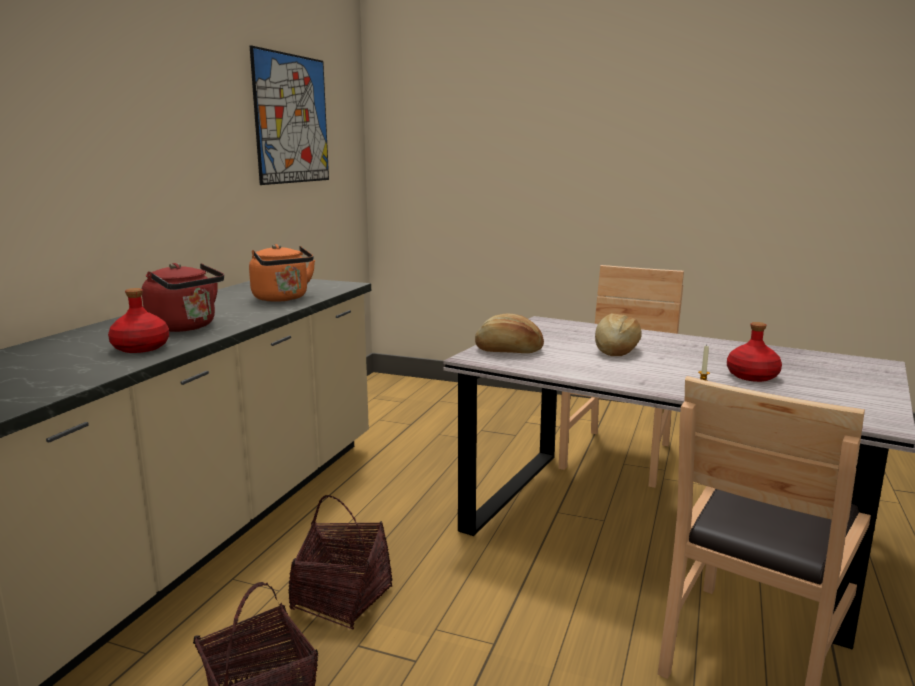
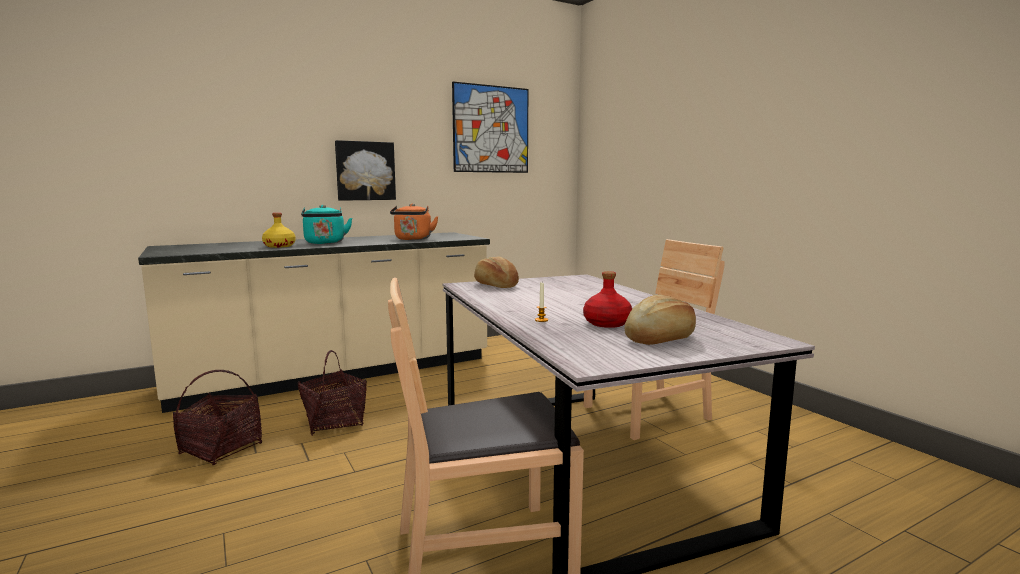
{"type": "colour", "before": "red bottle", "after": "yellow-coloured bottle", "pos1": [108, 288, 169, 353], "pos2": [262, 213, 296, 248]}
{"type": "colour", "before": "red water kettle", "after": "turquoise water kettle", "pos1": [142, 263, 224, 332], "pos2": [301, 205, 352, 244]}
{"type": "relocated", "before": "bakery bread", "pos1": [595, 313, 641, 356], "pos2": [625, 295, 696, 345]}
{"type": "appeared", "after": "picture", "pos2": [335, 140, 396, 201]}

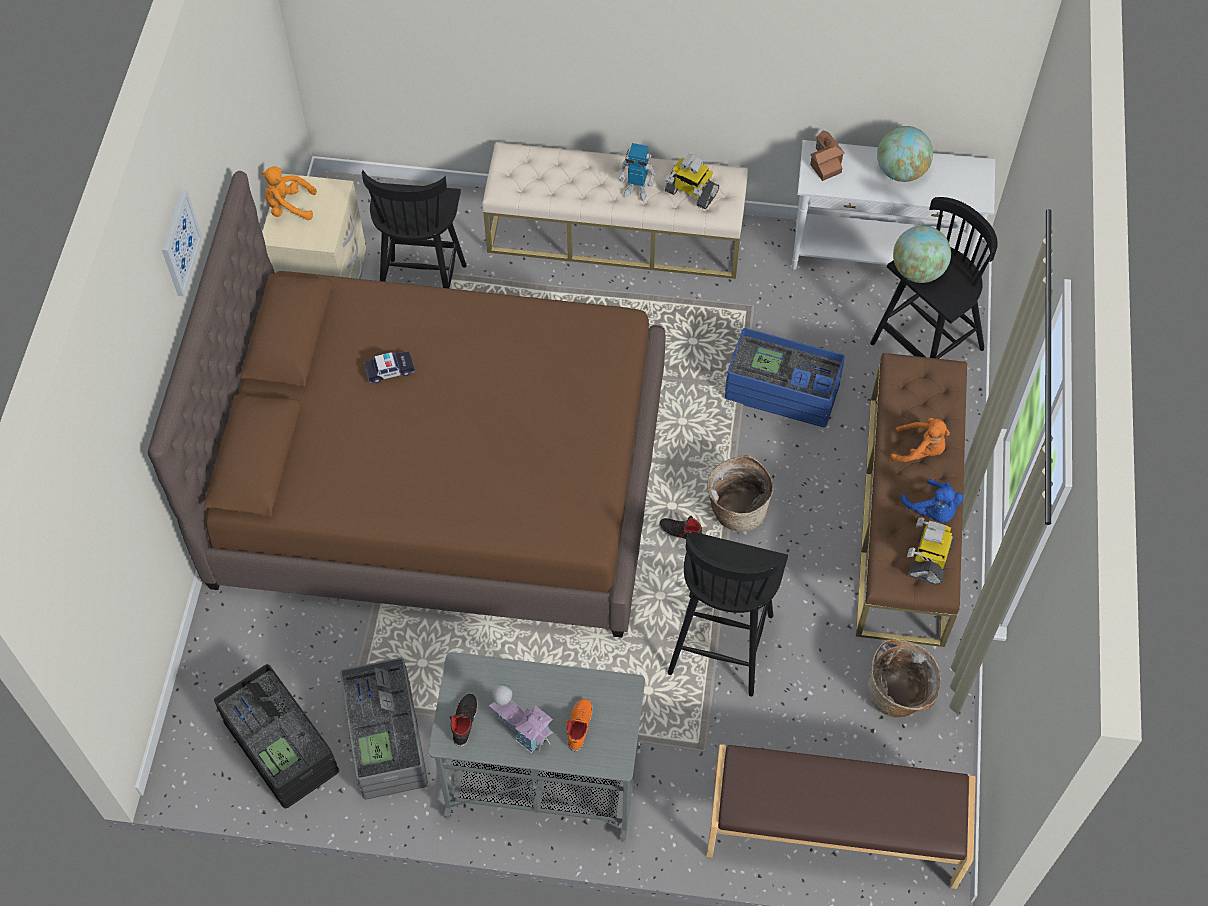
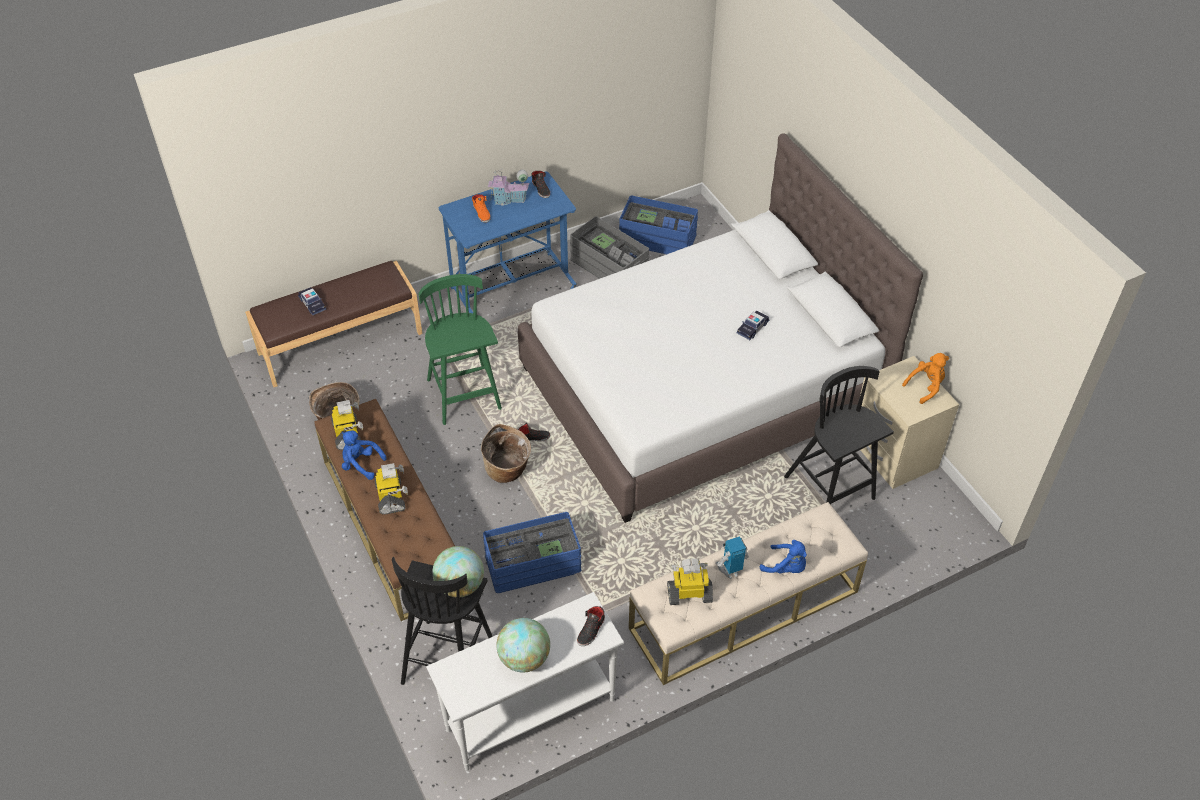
{"type": "colour", "before": "brownish sleeping bed", "after": "white sleeping bed", "pos1": [148, 171, 666, 638], "pos2": [518, 133, 923, 523]}
{"type": "missing", "before": "picture", "pos1": [162, 189, 202, 296]}
{"type": "colour", "before": "blackish storage container", "after": "blue storage container", "pos1": [214, 664, 339, 808], "pos2": [619, 195, 698, 254]}
{"type": "colour", "before": "grey desk table", "after": "blue desk table", "pos1": [428, 652, 645, 842], "pos2": [439, 171, 577, 313]}
{"type": "colour", "before": "blackish sitting stool", "after": "green sitting stool", "pos1": [668, 531, 788, 697], "pos2": [418, 274, 502, 425]}
{"type": "exchanged", "before": "miniature house", "after": "blackish item of footwear", "pos1": [810, 130, 845, 181], "pos2": [577, 606, 605, 646]}
{"type": "exchanged", "before": "orange-coloured cuddly toy", "after": "robot figure", "pos1": [890, 418, 950, 462], "pos2": [374, 463, 408, 515]}
{"type": "appeared", "after": "miniature car", "pos2": [298, 287, 326, 315]}
{"type": "appeared", "after": "blue cuddly toy", "pos2": [760, 540, 807, 573]}

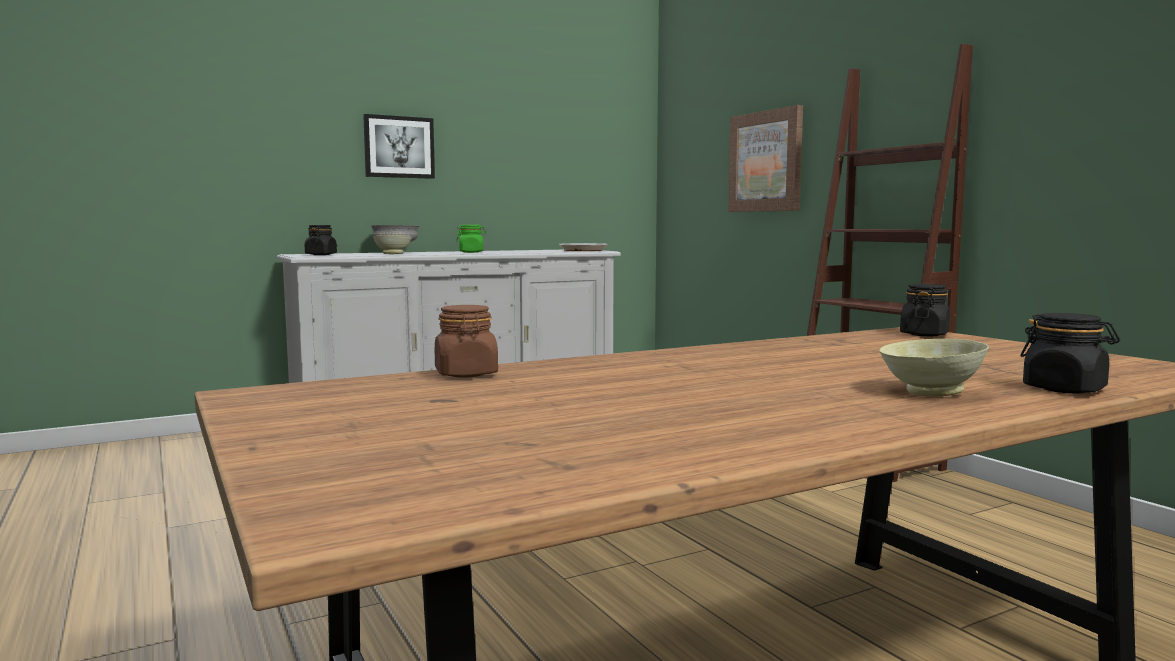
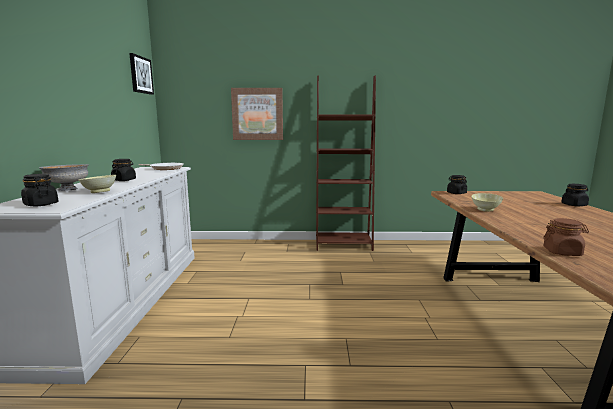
{"type": "relocated", "before": "picture", "pos1": [363, 114, 435, 179], "pos2": [129, 53, 154, 95]}
{"type": "colour", "before": "green jar", "after": "blackish jar", "pos1": [456, 225, 486, 253], "pos2": [111, 159, 136, 181]}
{"type": "relocated", "before": "beige-coloured deep dish", "pos1": [879, 339, 989, 396], "pos2": [471, 193, 503, 212]}

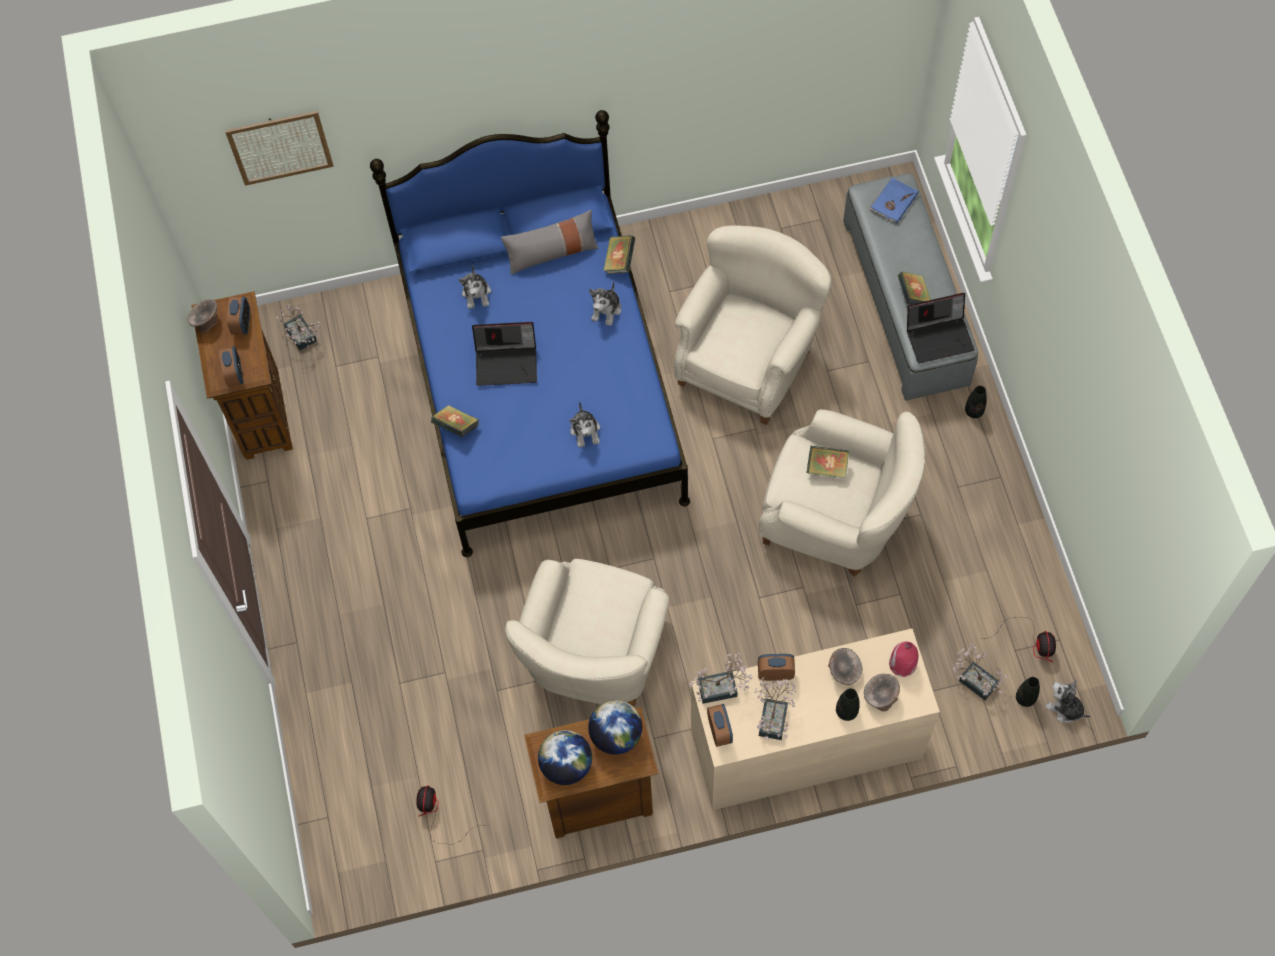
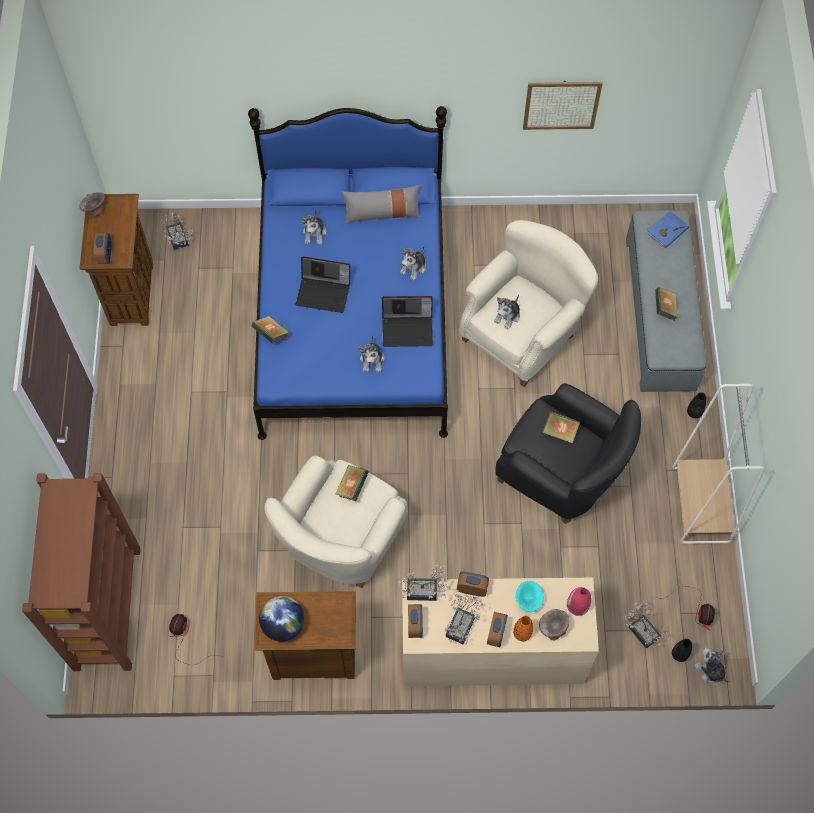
{"type": "relocated", "before": "picture", "pos1": [225, 111, 334, 186], "pos2": [523, 81, 602, 130]}
{"type": "relocated", "before": "alarm clock", "pos1": [227, 297, 250, 335], "pos2": [487, 612, 508, 647]}
{"type": "missing", "before": "world globe", "pos1": [588, 700, 642, 755]}
{"type": "relocated", "before": "book", "pos1": [604, 235, 635, 274], "pos2": [336, 465, 369, 501]}
{"type": "colour", "before": "beige-coloured lounge chair", "after": "blackish lounge chair", "pos1": [759, 409, 925, 577], "pos2": [495, 383, 641, 524]}
{"type": "colour", "before": "grey deep dish", "after": "turquoise deep dish", "pos1": [828, 648, 862, 685], "pos2": [516, 581, 544, 612]}
{"type": "colour", "before": "blackish decorative vase", "after": "orange-coloured decorative vase", "pos1": [836, 688, 860, 721], "pos2": [513, 616, 533, 641]}
{"type": "relocated", "before": "laptop", "pos1": [907, 293, 975, 363], "pos2": [382, 296, 433, 347]}
{"type": "appeared", "after": "brownish bookshelf", "pos2": [22, 473, 141, 671]}
{"type": "appeared", "after": "cuddly toy", "pos2": [494, 294, 520, 330]}
{"type": "appeared", "after": "garment rack", "pos2": [672, 384, 765, 544]}

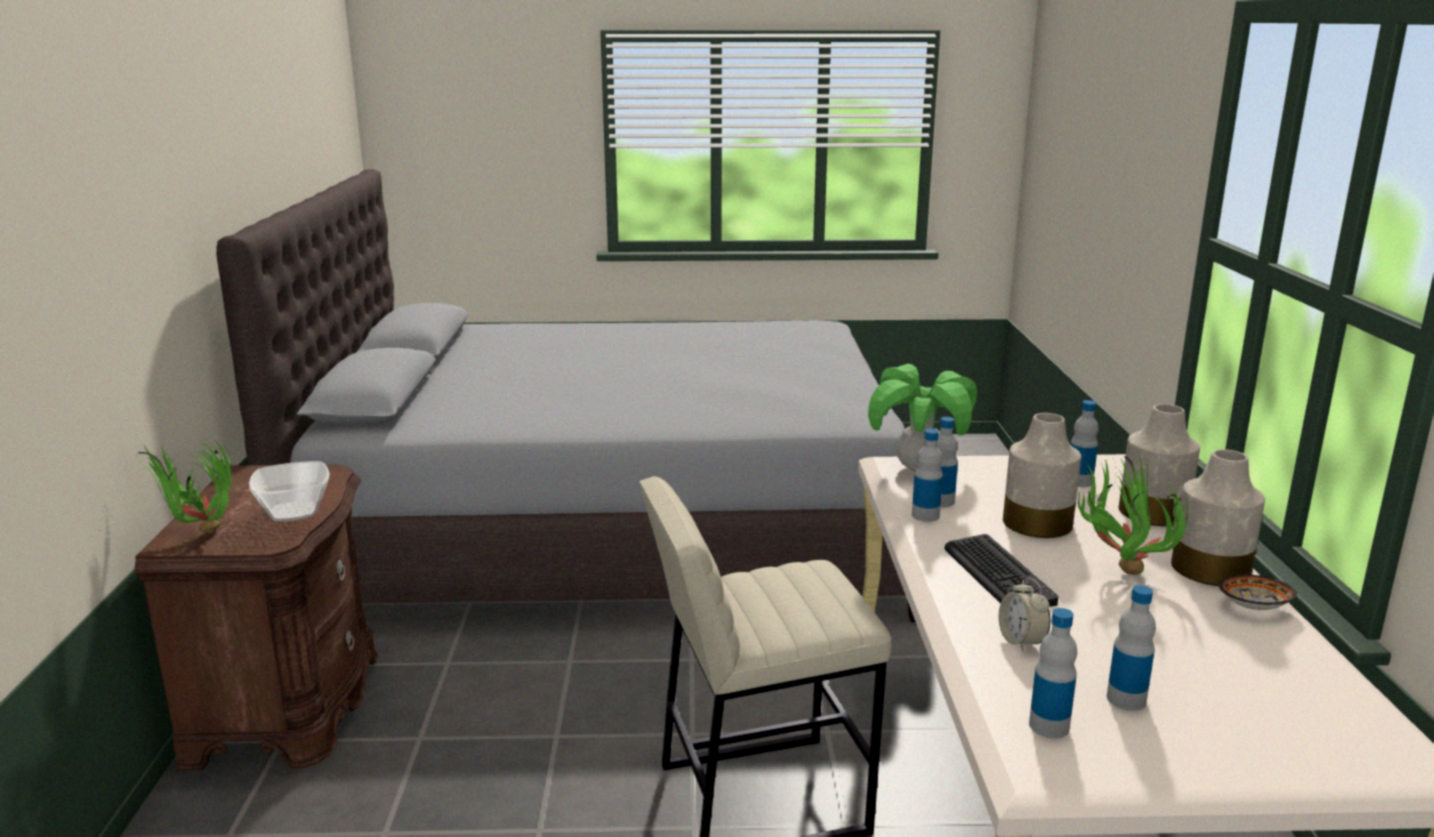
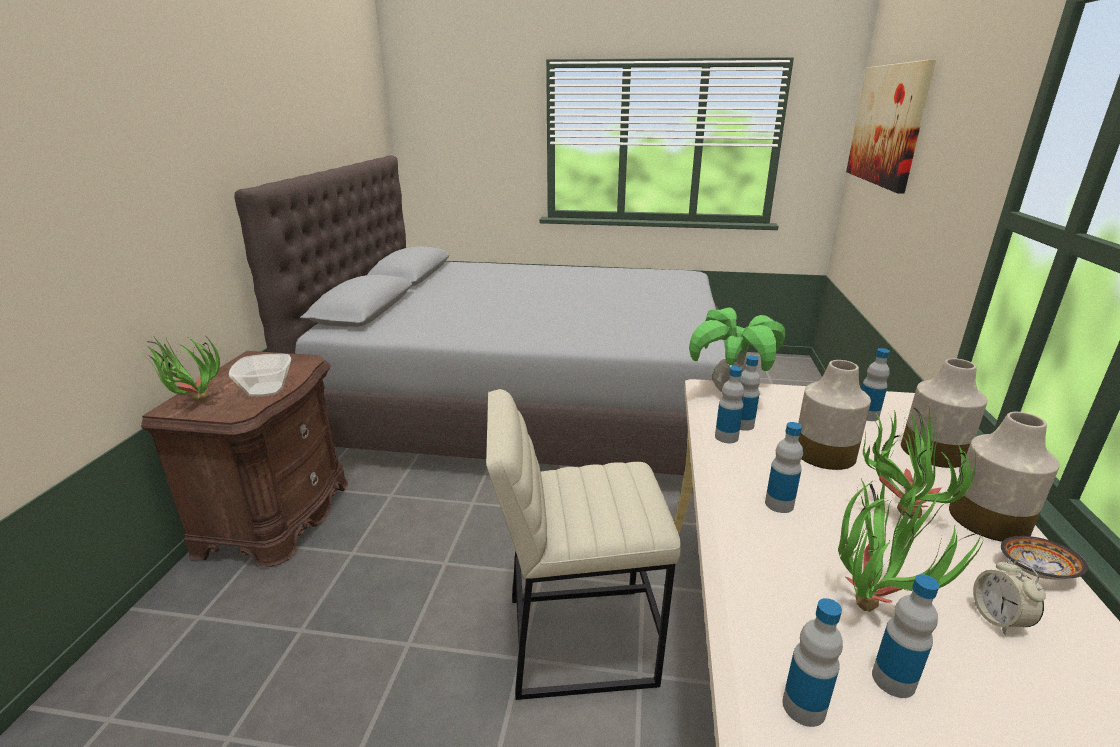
{"type": "exchanged", "before": "PC keyboard", "after": "bottle", "pos1": [944, 534, 1058, 607], "pos2": [765, 422, 803, 513]}
{"type": "relocated", "before": "alarm clock", "pos1": [999, 578, 1051, 652], "pos2": [973, 559, 1046, 635]}
{"type": "appeared", "after": "plant in a pot", "pos2": [838, 476, 983, 612]}
{"type": "appeared", "after": "picture", "pos2": [846, 60, 936, 194]}

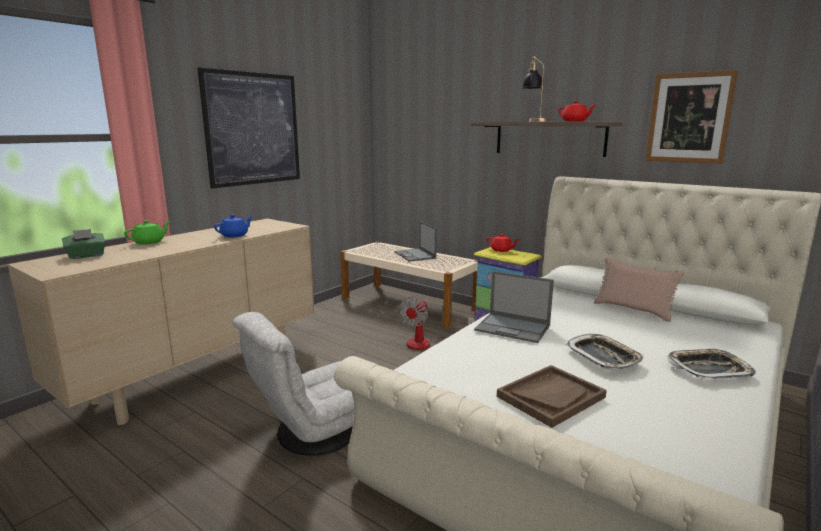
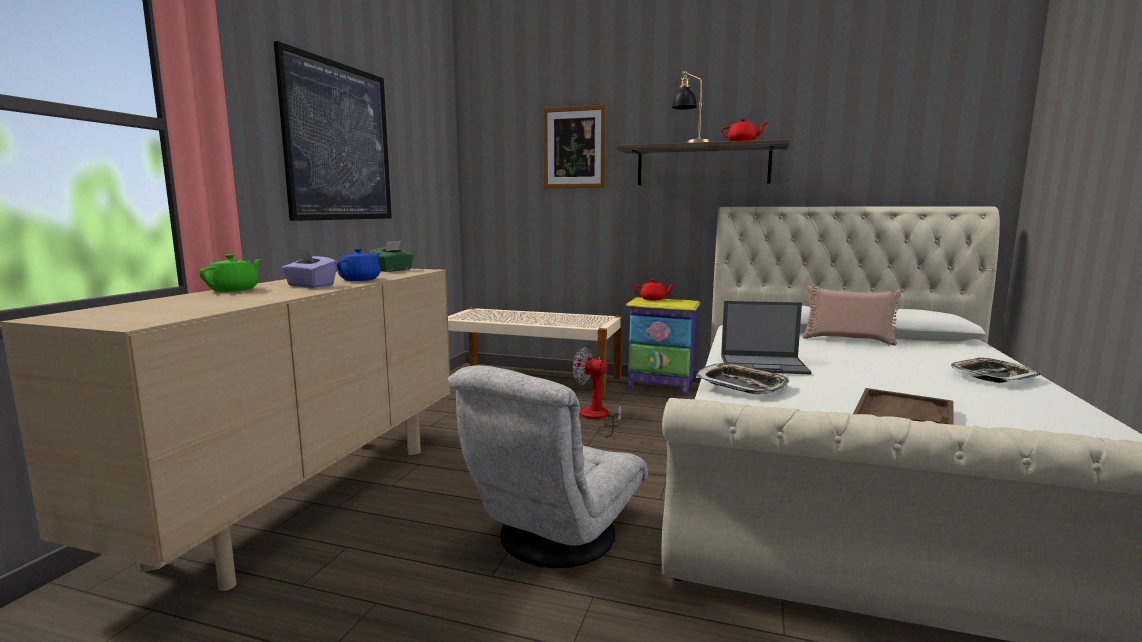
{"type": "relocated", "before": "green tissue box", "pos1": [62, 229, 105, 259], "pos2": [369, 241, 414, 272]}
{"type": "missing", "before": "laptop", "pos1": [394, 221, 437, 262]}
{"type": "spun", "before": "fan", "pos1": [400, 297, 475, 350], "pos2": [573, 348, 621, 437], "turn": 105}
{"type": "relocated", "before": "carrying tray", "pos1": [566, 334, 644, 371], "pos2": [696, 363, 789, 394]}
{"type": "relocated", "before": "picture", "pos1": [646, 70, 738, 164], "pos2": [543, 105, 606, 189]}
{"type": "appeared", "after": "purple tissue box", "pos2": [281, 249, 337, 288]}

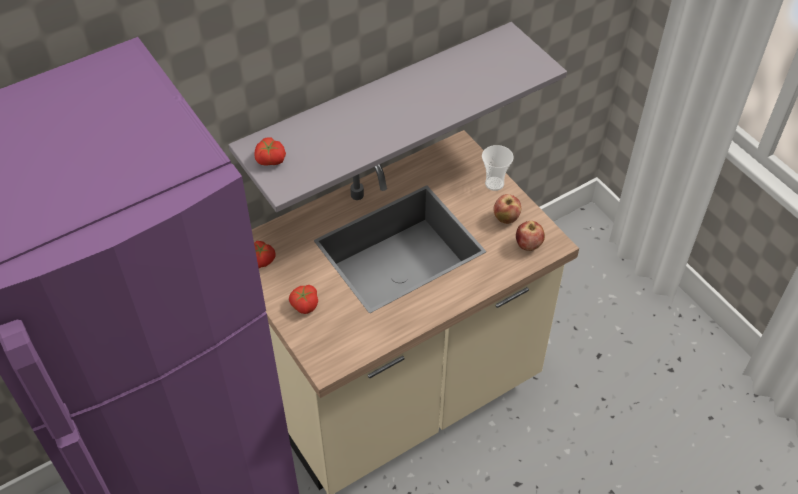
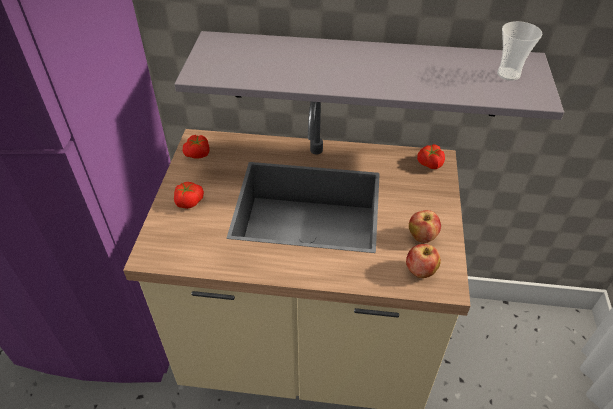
{"type": "relocated", "before": "tomato", "pos1": [254, 137, 286, 166], "pos2": [417, 144, 445, 169]}
{"type": "relocated", "before": "cup", "pos1": [482, 145, 514, 191], "pos2": [497, 21, 543, 81]}

